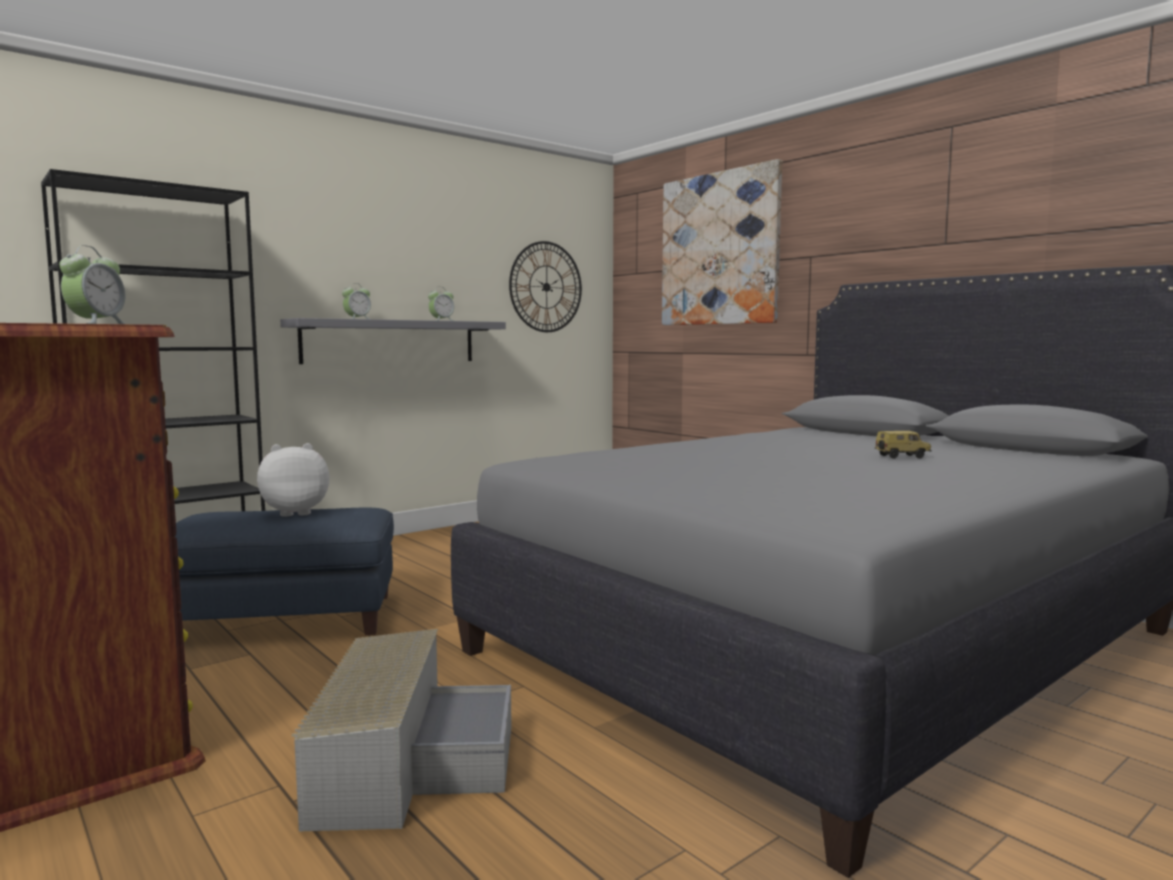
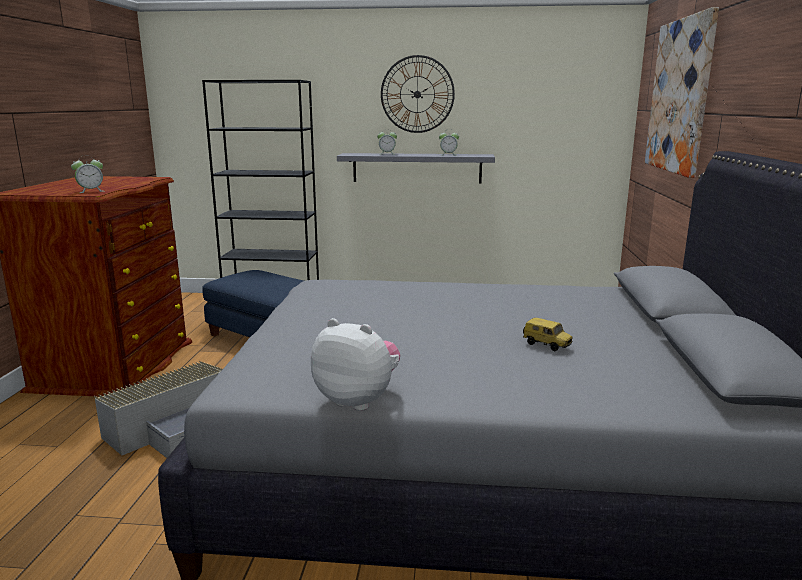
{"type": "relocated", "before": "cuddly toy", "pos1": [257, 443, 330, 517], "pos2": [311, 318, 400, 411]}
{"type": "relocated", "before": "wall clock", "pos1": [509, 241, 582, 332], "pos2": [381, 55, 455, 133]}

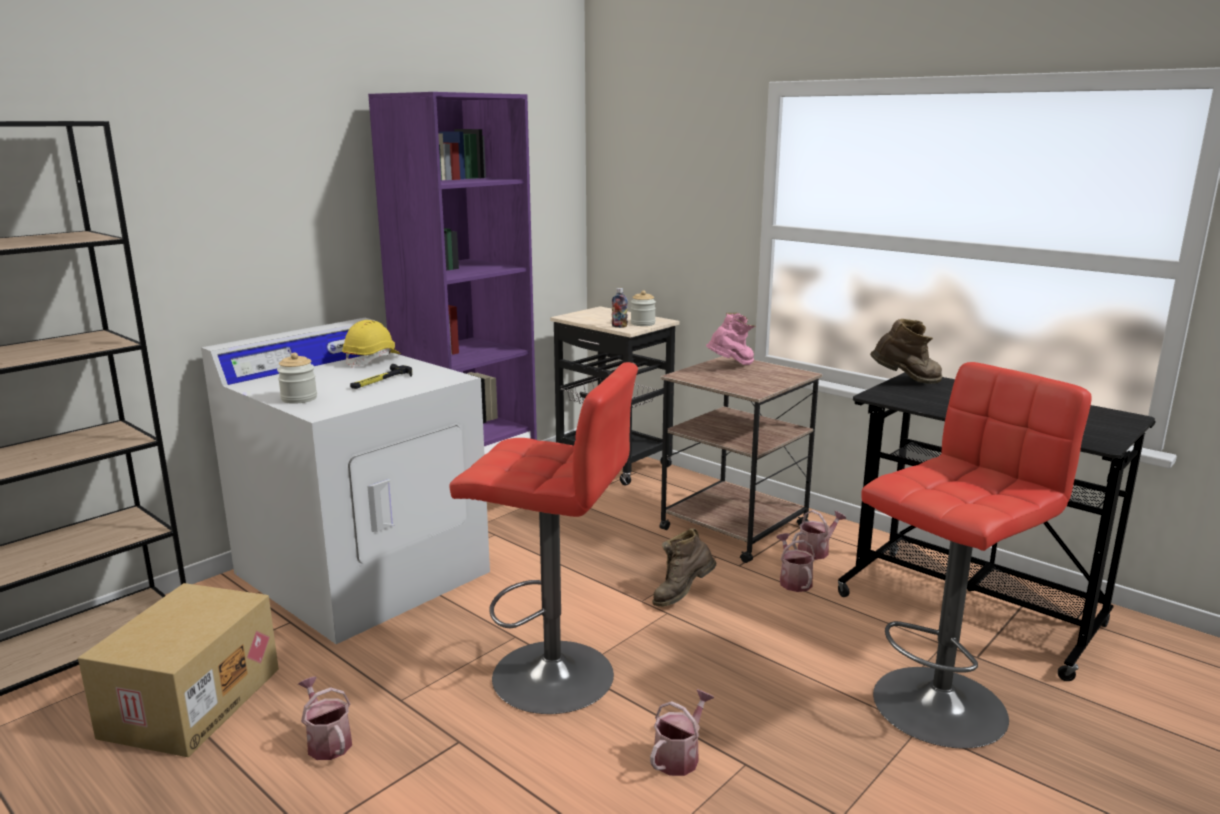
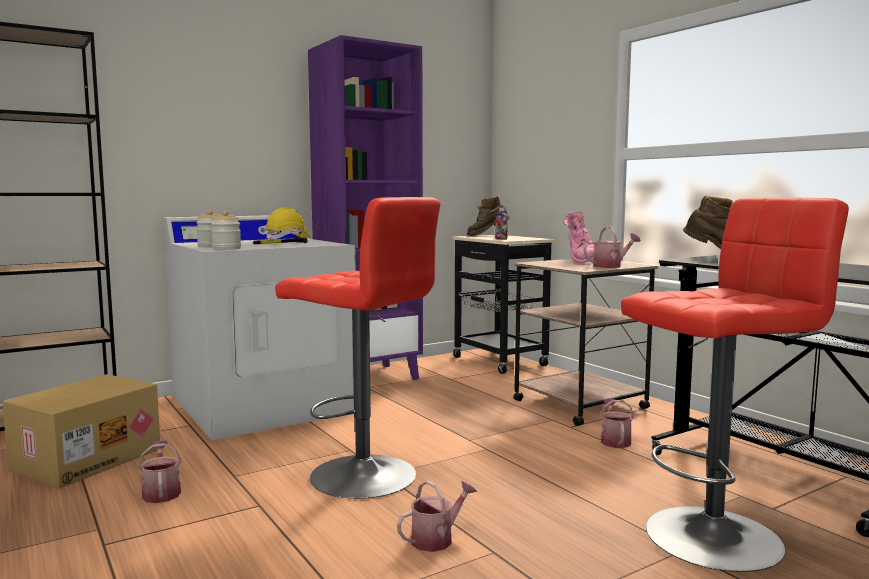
{"type": "relocated", "before": "jar", "pos1": [631, 290, 656, 326], "pos2": [211, 211, 241, 250]}
{"type": "relocated", "before": "brownish tall boot", "pos1": [652, 528, 716, 607], "pos2": [467, 197, 510, 236]}
{"type": "spun", "before": "pinkish tall boot", "pos1": [706, 313, 756, 365], "pos2": [564, 211, 595, 263], "turn": 120}
{"type": "relocated", "before": "watering can", "pos1": [792, 510, 846, 560], "pos2": [584, 226, 641, 268]}

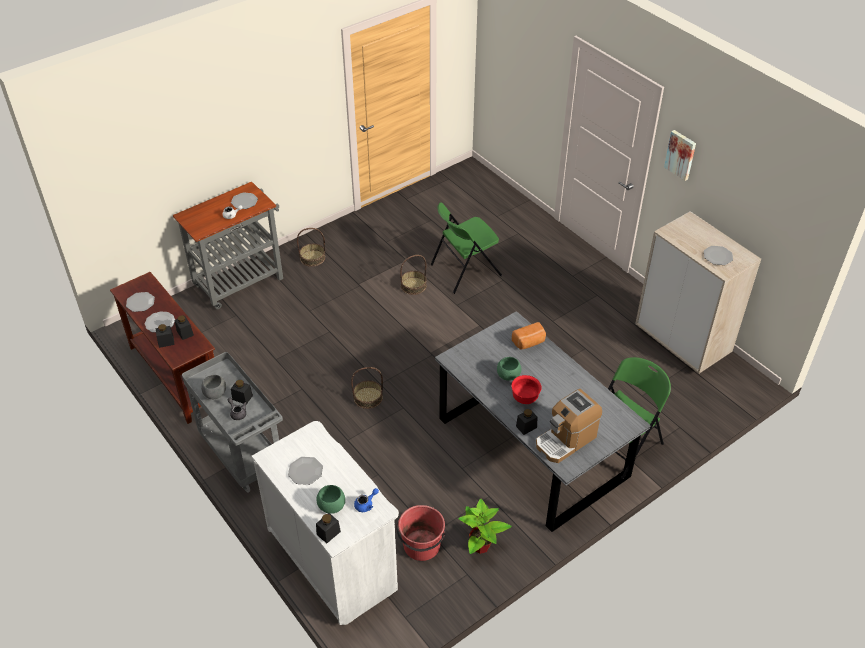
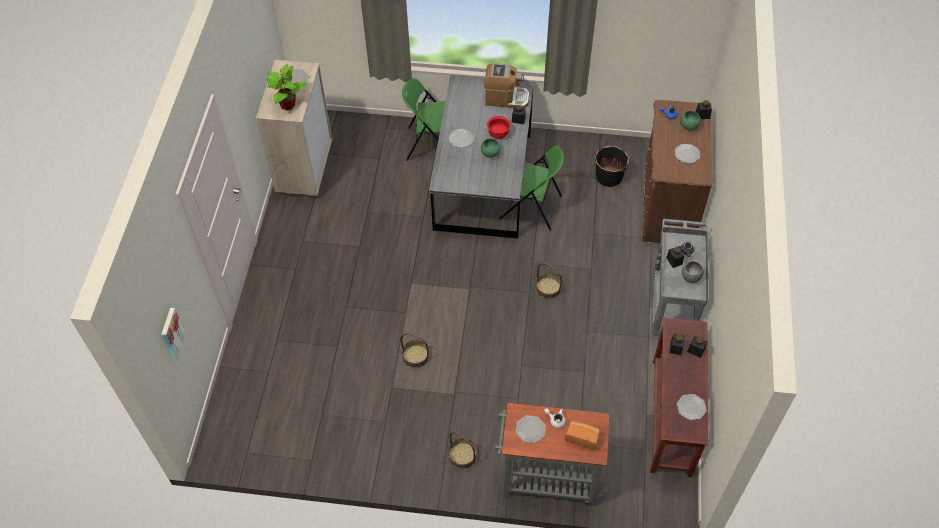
{"type": "relocated", "before": "plate", "pos1": [145, 311, 175, 332], "pos2": [449, 129, 474, 148]}
{"type": "colour", "before": "white chest of drawers", "after": "brownish chest of drawers", "pos1": [251, 421, 399, 625], "pos2": [642, 100, 712, 243]}
{"type": "colour", "before": "red bucket", "after": "blackish bucket", "pos1": [396, 505, 446, 561], "pos2": [595, 146, 629, 187]}
{"type": "relocated", "before": "green chair", "pos1": [431, 202, 502, 294], "pos2": [499, 146, 564, 231]}
{"type": "relocated", "before": "plant in a pot", "pos1": [458, 498, 512, 554], "pos2": [266, 64, 307, 111]}
{"type": "relocated", "before": "bakery bread", "pos1": [512, 322, 546, 350], "pos2": [565, 421, 600, 449]}
{"type": "relocated", "before": "picture", "pos1": [664, 130, 696, 181], "pos2": [161, 308, 186, 358]}

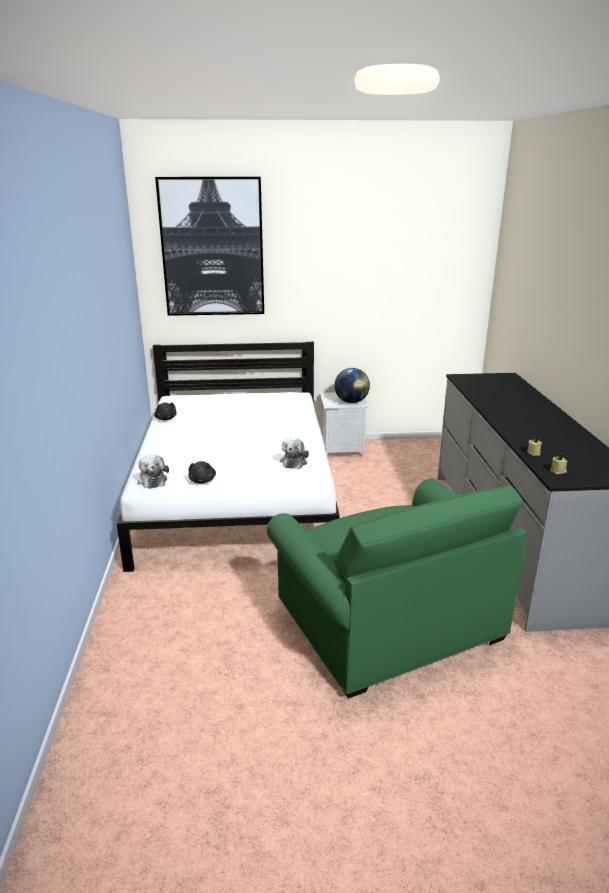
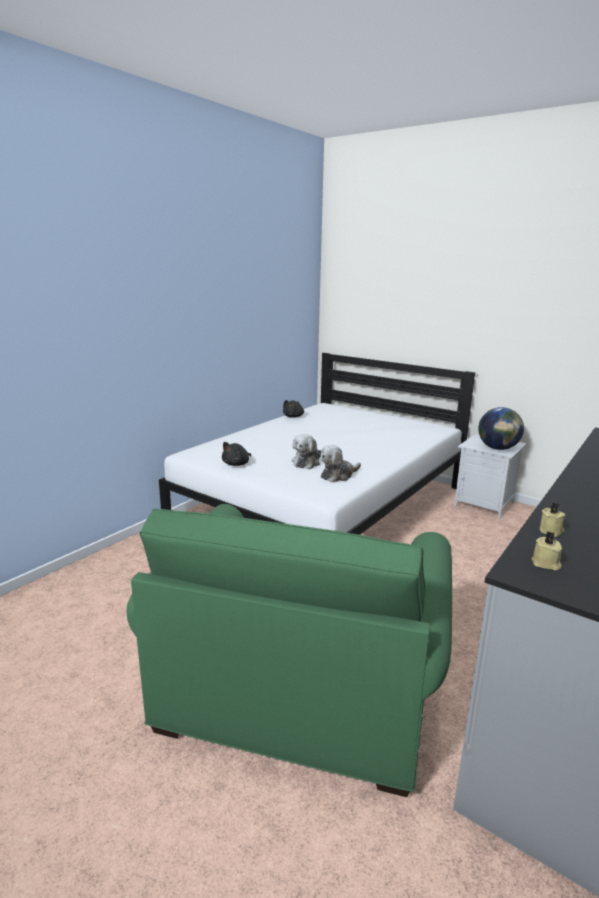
{"type": "relocated", "before": "cuddly toy", "pos1": [137, 454, 169, 489], "pos2": [292, 434, 321, 469]}
{"type": "missing", "before": "picture", "pos1": [155, 177, 264, 316]}

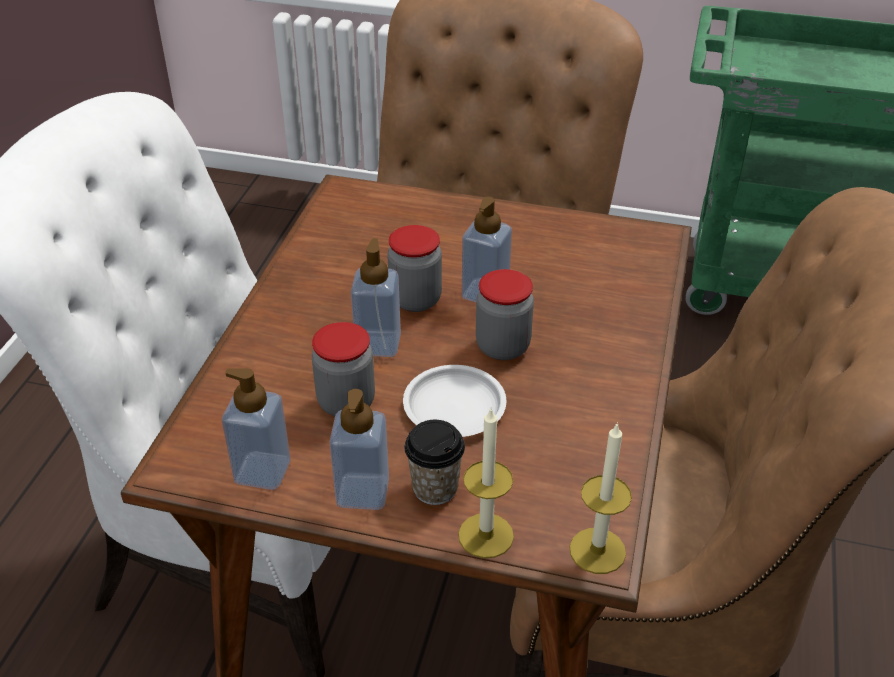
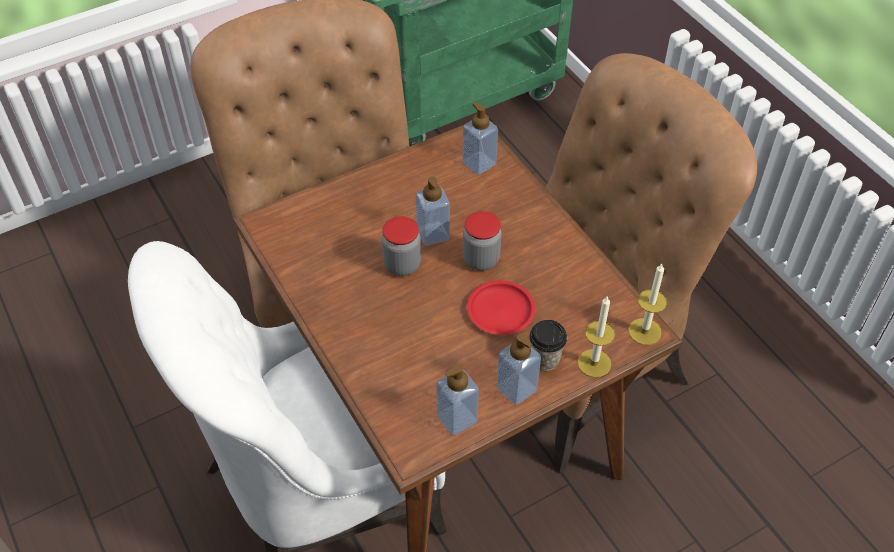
{"type": "missing", "before": "jar", "pos1": [312, 322, 375, 416]}
{"type": "relocated", "before": "soap dispenser", "pos1": [351, 238, 401, 357], "pos2": [462, 102, 498, 175]}
{"type": "colour", "before": "white plate", "after": "red plate", "pos1": [403, 365, 506, 437], "pos2": [467, 280, 535, 335]}

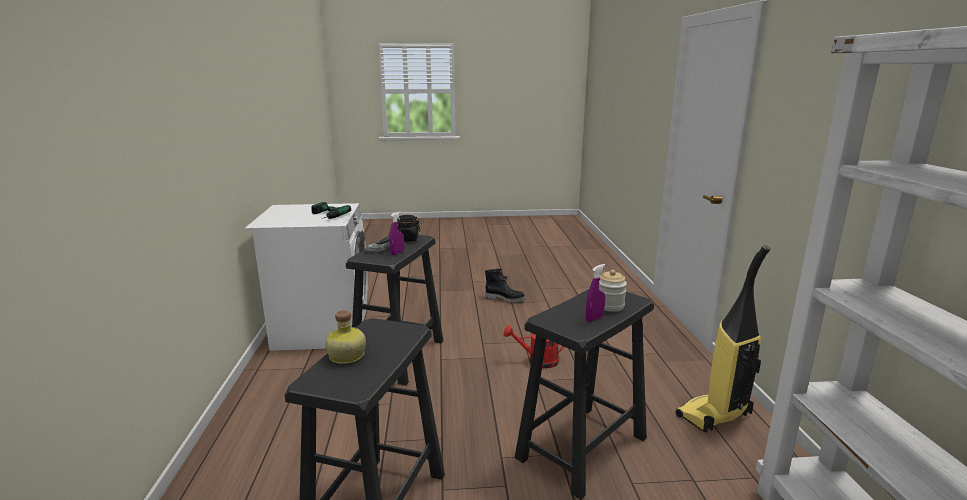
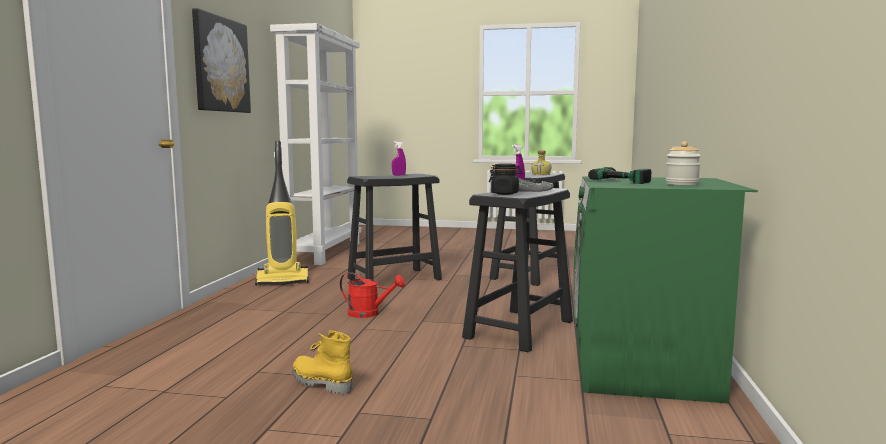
{"type": "colour", "before": "white washing machine", "after": "green washing machine", "pos1": [244, 203, 368, 351], "pos2": [574, 176, 758, 404]}
{"type": "colour", "before": "blackish tall boot", "after": "yellow-coloured tall boot", "pos1": [485, 269, 525, 303], "pos2": [293, 330, 353, 395]}
{"type": "relocated", "before": "jar", "pos1": [599, 270, 627, 312], "pos2": [666, 141, 701, 185]}
{"type": "appeared", "after": "picture", "pos2": [192, 8, 251, 113]}

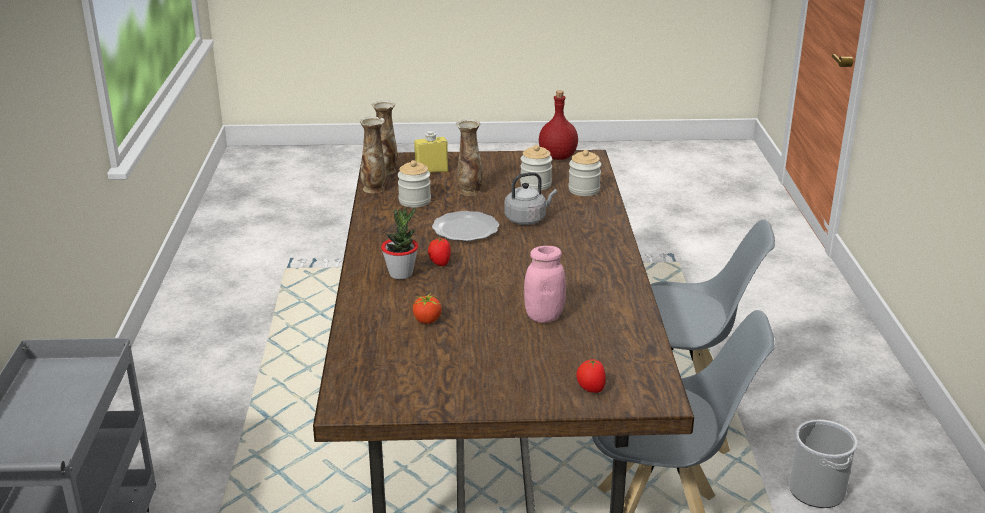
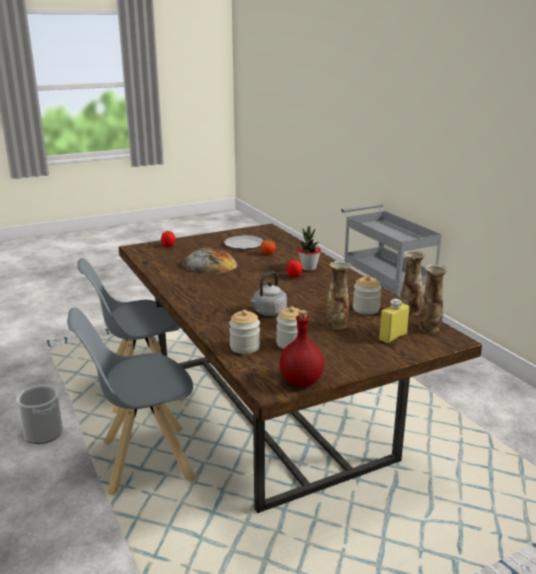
{"type": "relocated", "before": "plate", "pos1": [432, 211, 499, 241], "pos2": [224, 235, 264, 249]}
{"type": "exchanged", "before": "pinkish jar", "after": "bakery bread", "pos1": [524, 246, 566, 323], "pos2": [182, 247, 238, 274]}

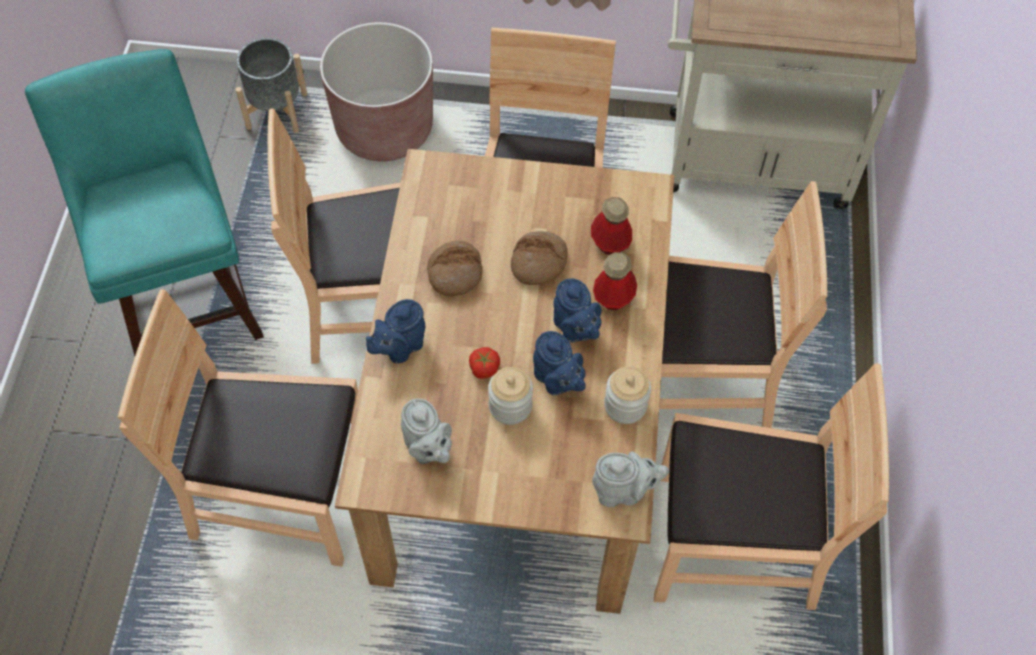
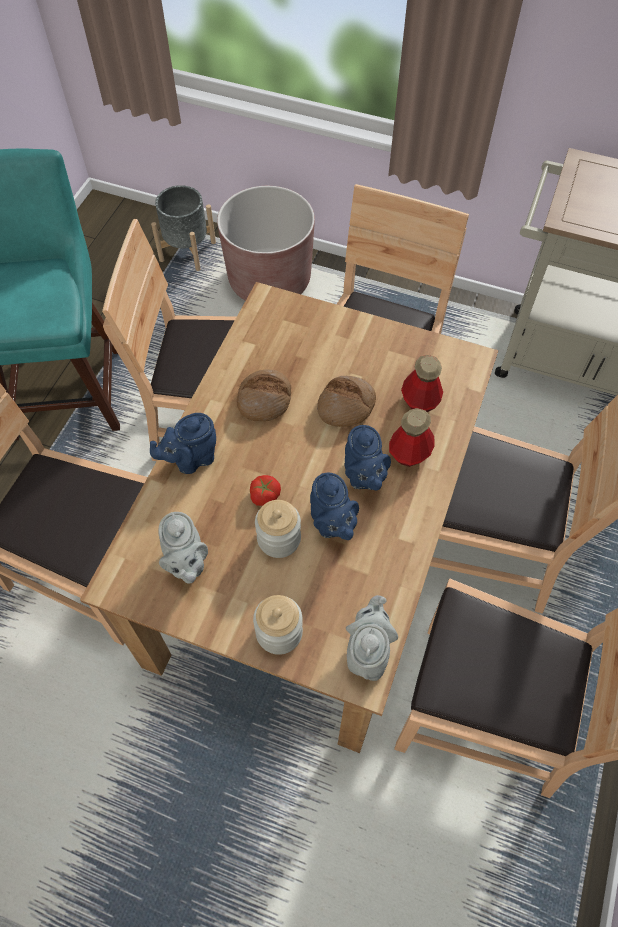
{"type": "spun", "before": "grey pot for tea", "pos1": [592, 451, 669, 507], "pos2": [346, 595, 398, 681], "turn": -90}
{"type": "relocated", "before": "jar", "pos1": [604, 366, 651, 424], "pos2": [253, 595, 303, 655]}

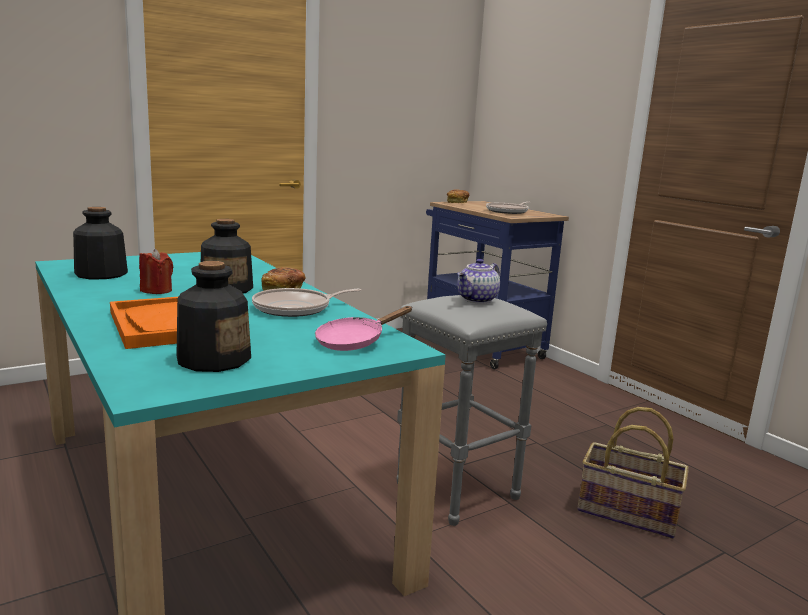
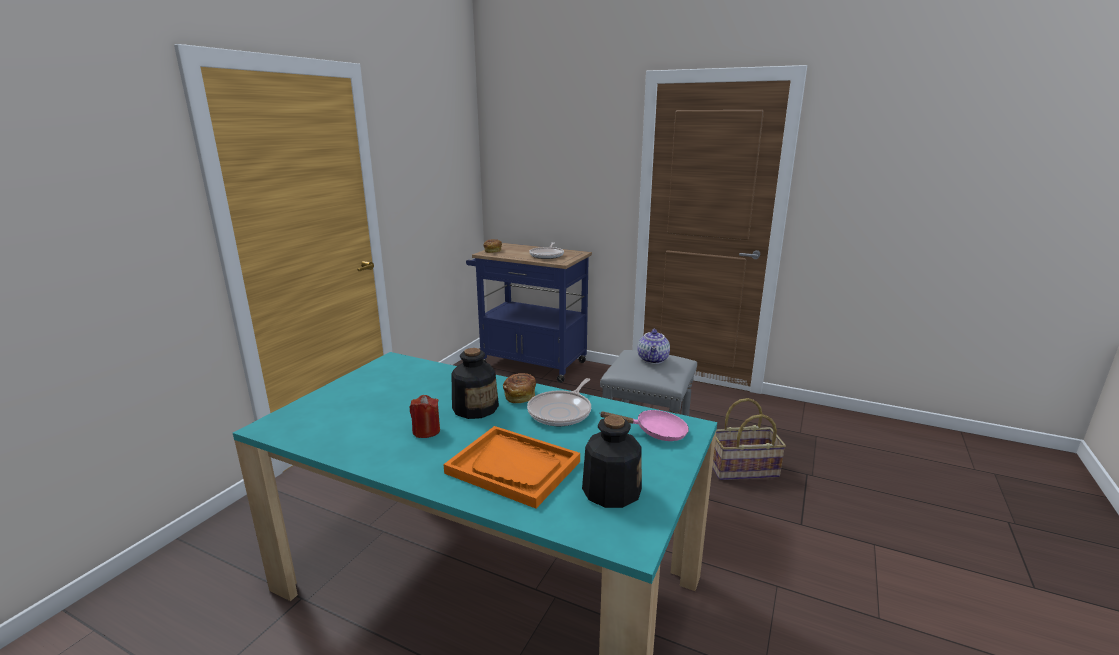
{"type": "missing", "before": "bottle", "pos1": [73, 207, 128, 279]}
{"type": "spun", "before": "pinkish pan", "pos1": [315, 306, 412, 351], "pos2": [599, 410, 689, 441], "turn": -105}

